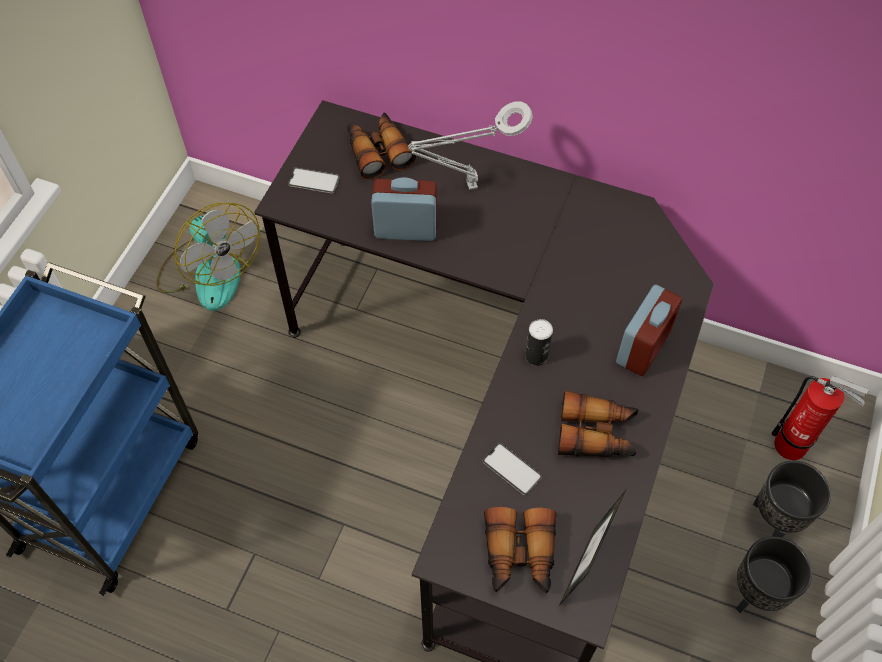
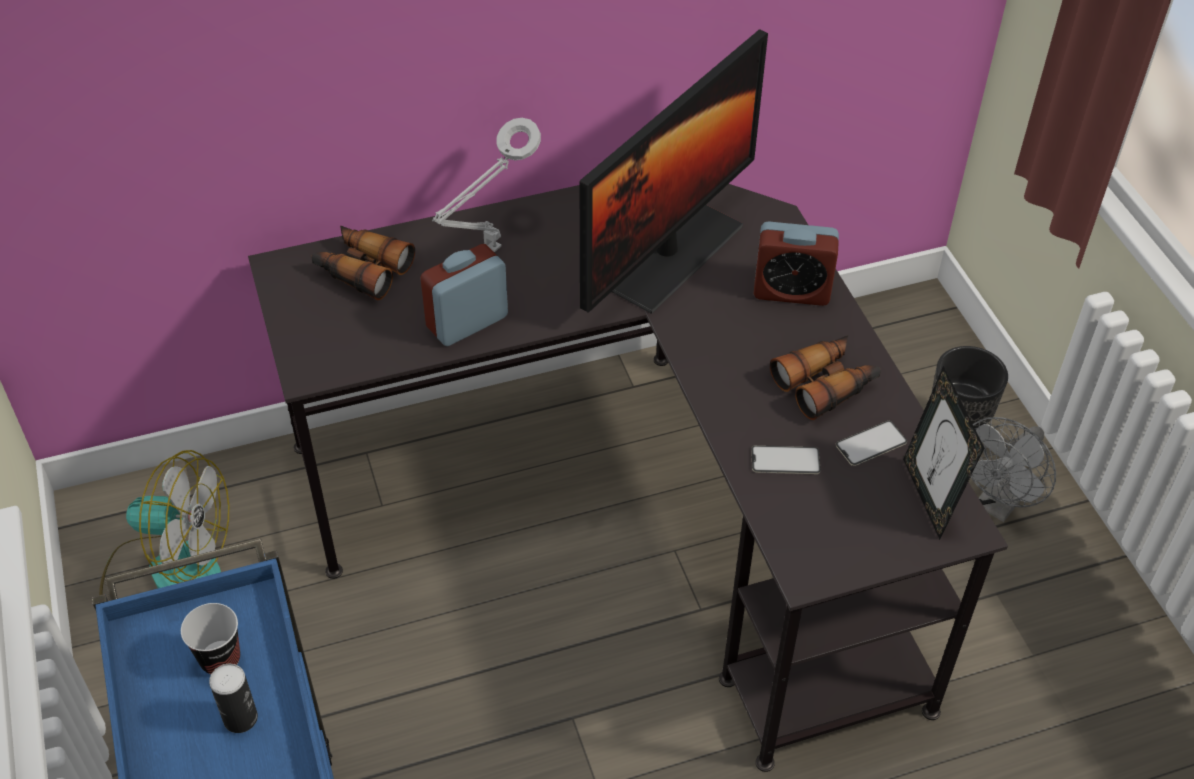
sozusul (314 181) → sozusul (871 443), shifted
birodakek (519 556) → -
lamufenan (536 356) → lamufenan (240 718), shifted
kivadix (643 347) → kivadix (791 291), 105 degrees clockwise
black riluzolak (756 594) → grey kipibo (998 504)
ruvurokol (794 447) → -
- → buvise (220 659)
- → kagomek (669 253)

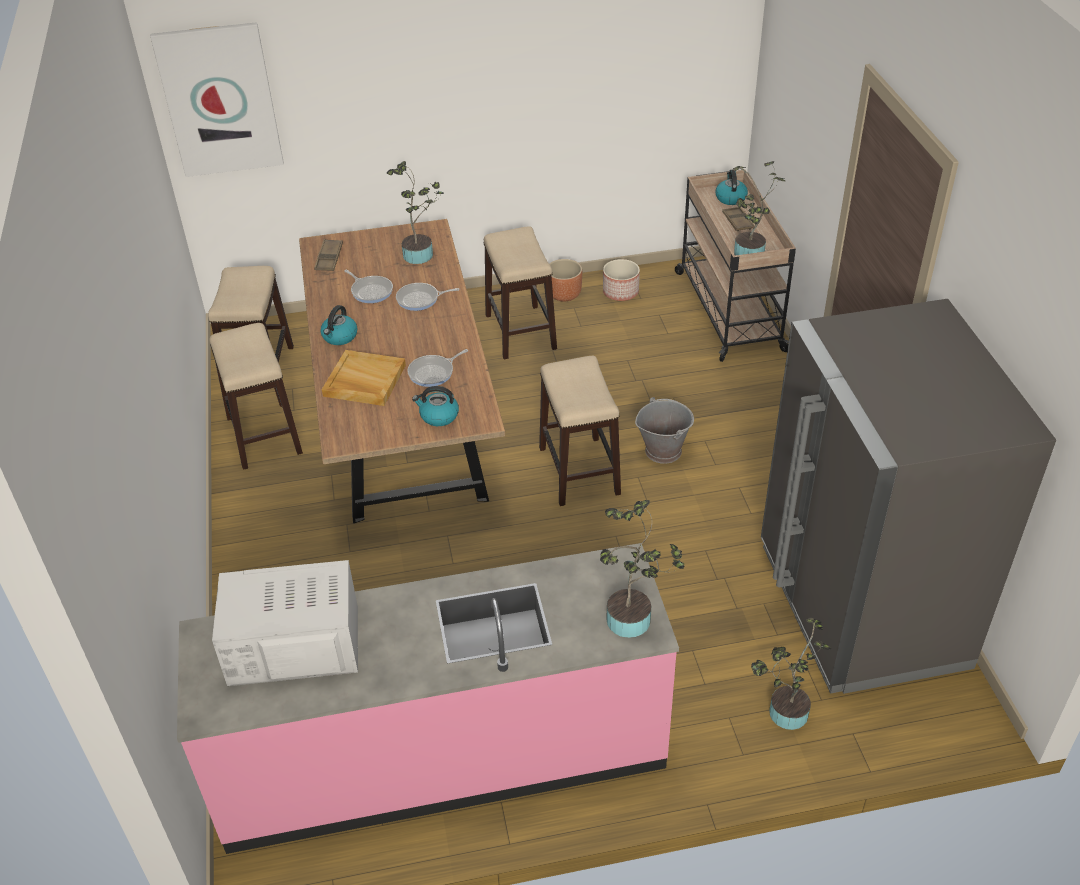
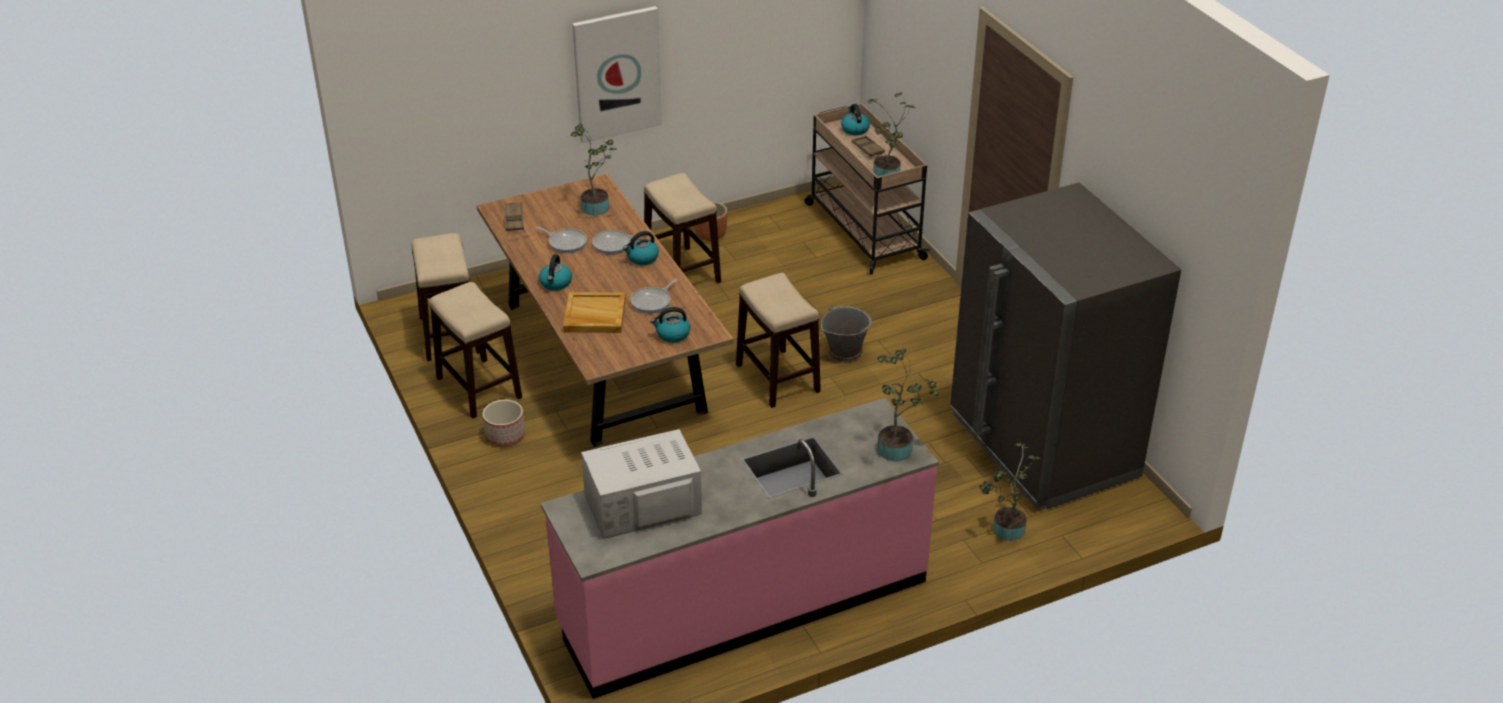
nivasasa (220 100) → nivasasa (617 74), shifted
riluzolak (620 292) → riluzolak (505 435), shifted
- → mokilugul (642 258)

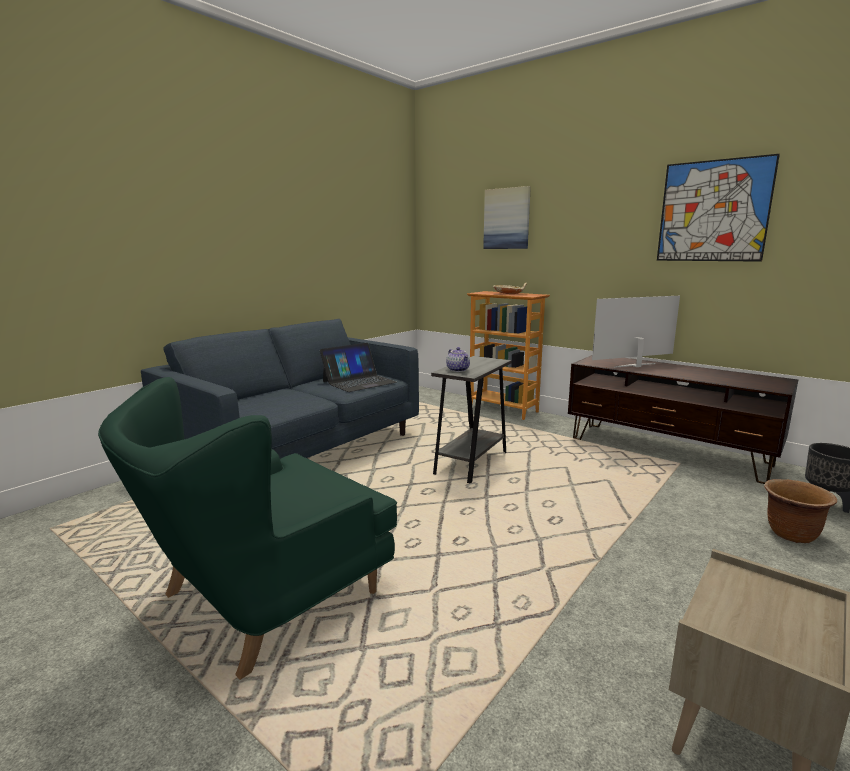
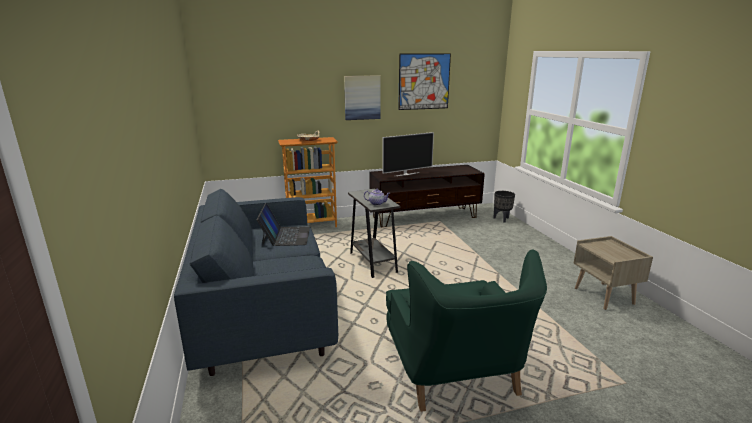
nivasasa (507 219) → nivasasa (362 97), shifted
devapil (635 366) → devapil (406 174), 135 degrees counterclockwise
brown riluzolak (791 534) → -

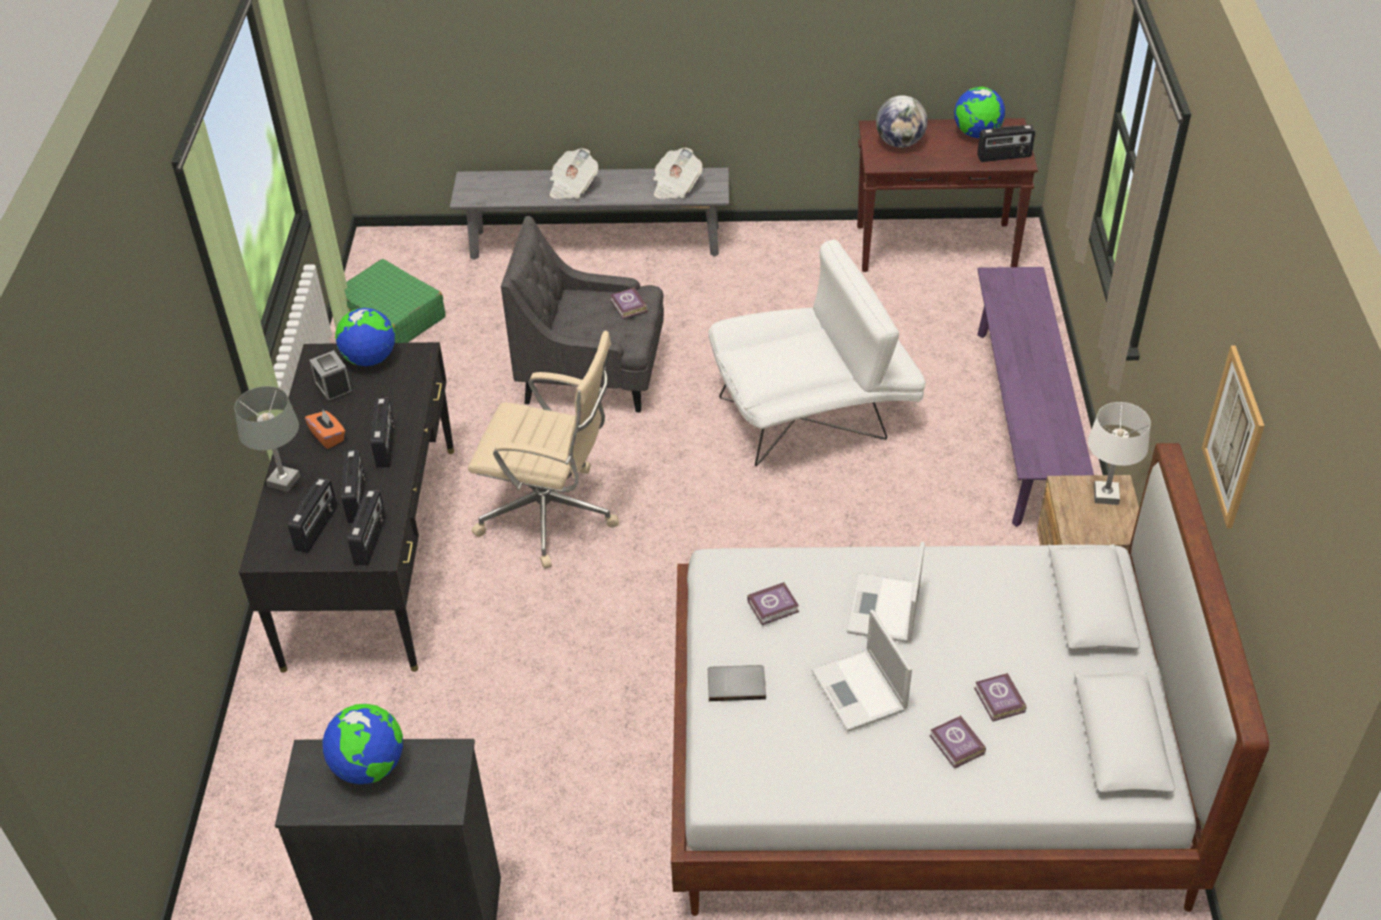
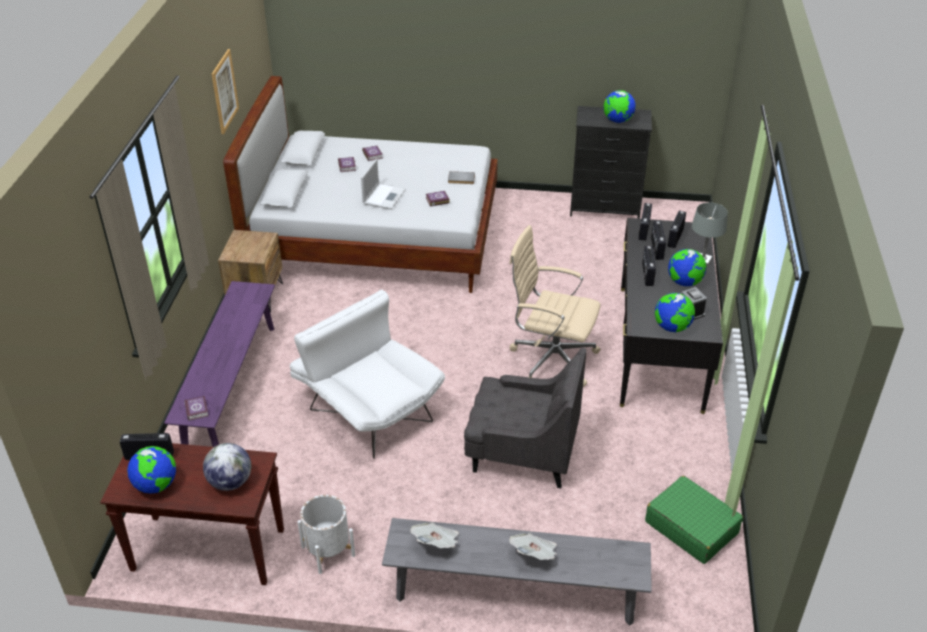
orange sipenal (328 437) → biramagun (684 282)
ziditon (628 306) → ziditon (197 409), shifted
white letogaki (814 412) → white letogaki (367 409), 60 degrees clockwise
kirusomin (860 691) → -
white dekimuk (1106 495) → -
- → white riluzolak (328 551)

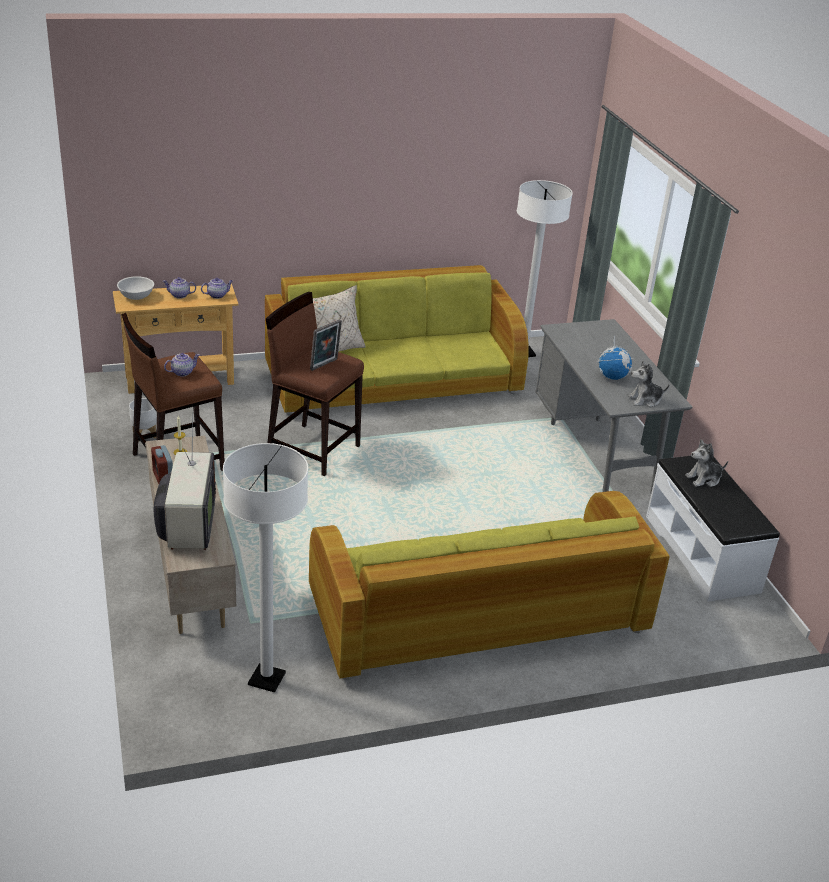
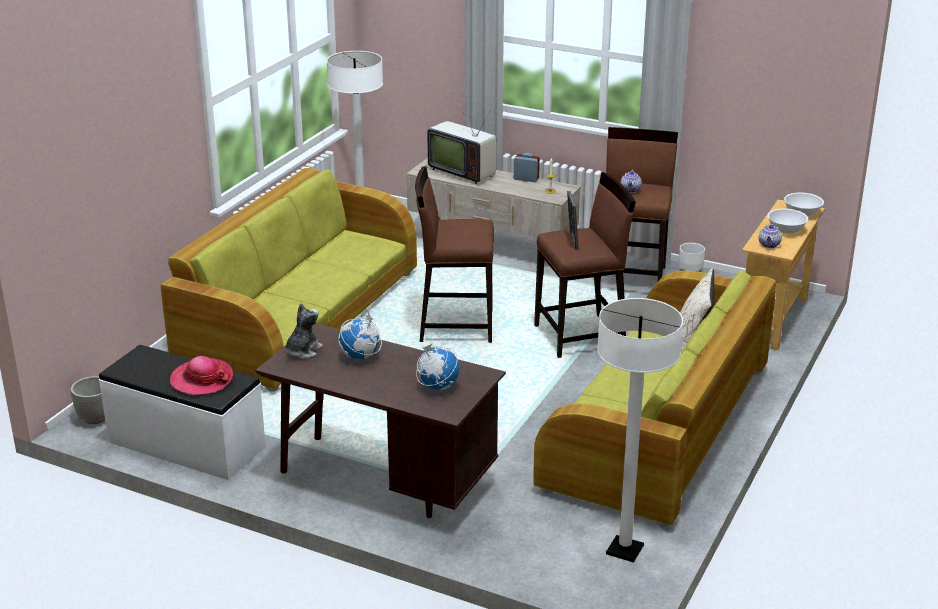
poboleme (179 295) → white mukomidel (785 230)
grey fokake (596 451) → brown fokake (383 480)
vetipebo (704 479) → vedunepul (201 379)
- → riluzolak (96 418)
- → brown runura (455 325)
- → biramagun (438 386)

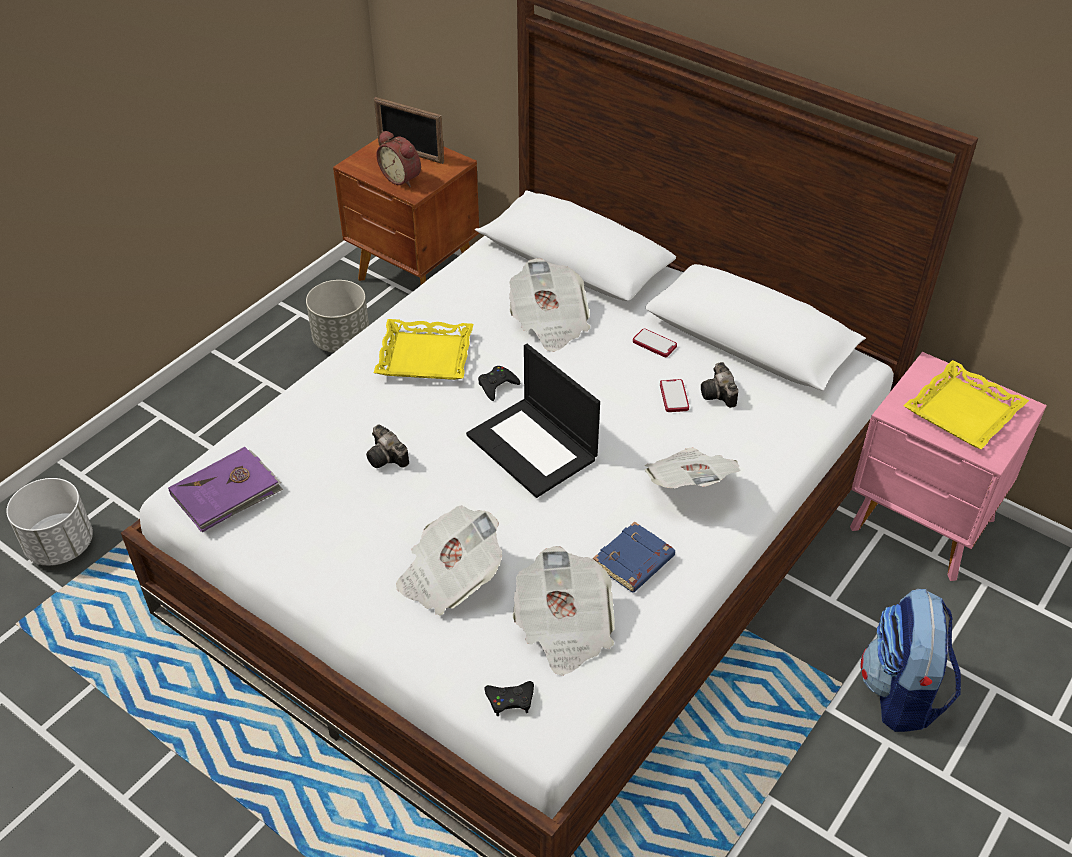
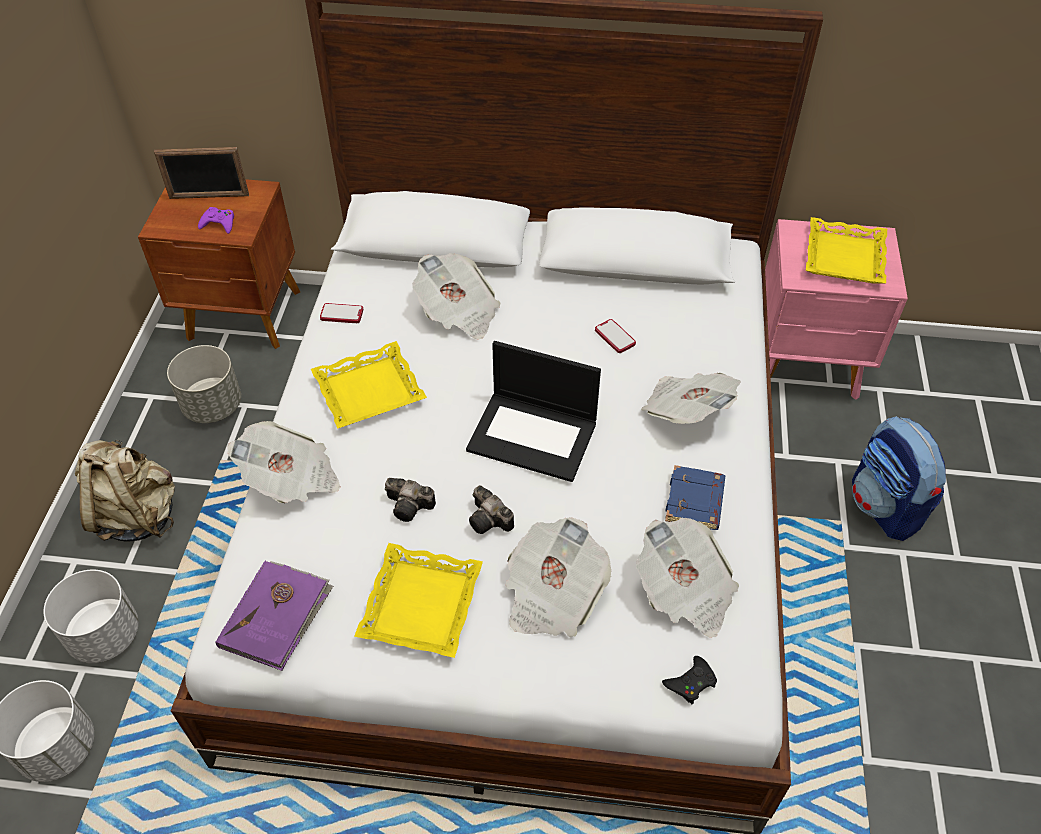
kivadix (402 178) → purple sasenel (219 223)
black sasenel (497 385) → -
sozusul (654 344) → sozusul (342 314), shifted
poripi (719 395) → poripi (490 521), shifted
- → white riluzolak (105 635)
- → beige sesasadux (137 515)
- → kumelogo (291 479)
- → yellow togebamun (422 605)

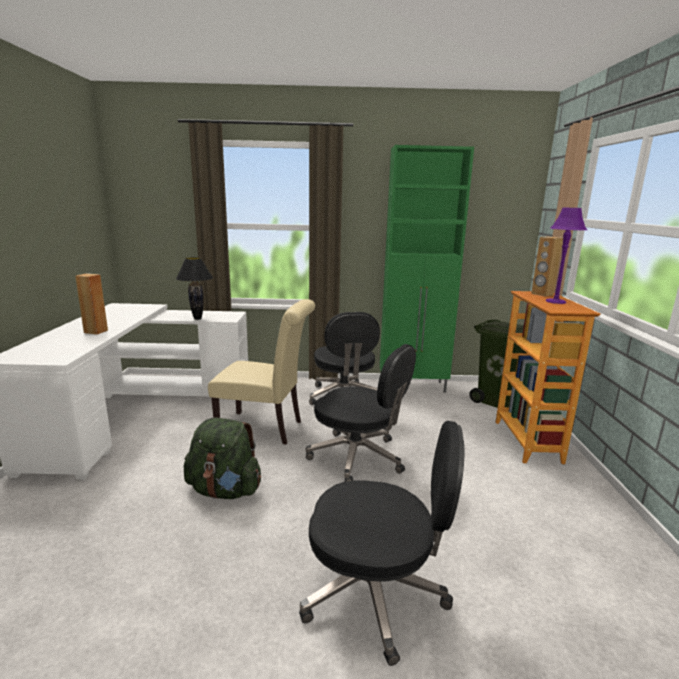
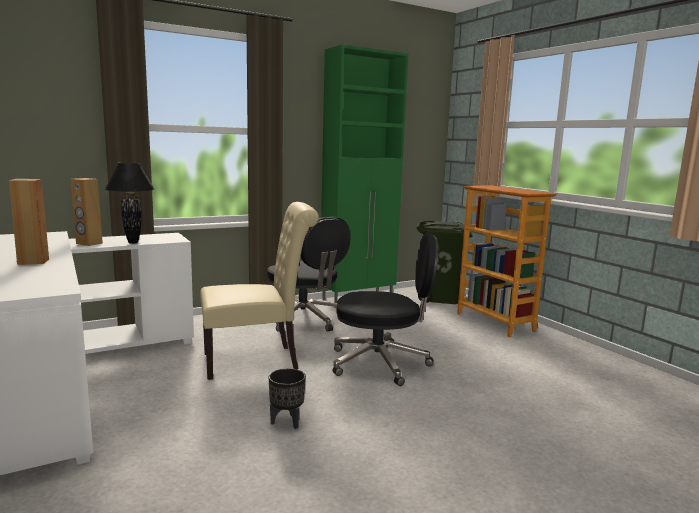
green sesasadux (225 490) → black riluzolak (287 421)
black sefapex (376 593) → -
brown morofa (542 294) → brown morofa (89 243), shifted
purple dekimuk (556 301) → -

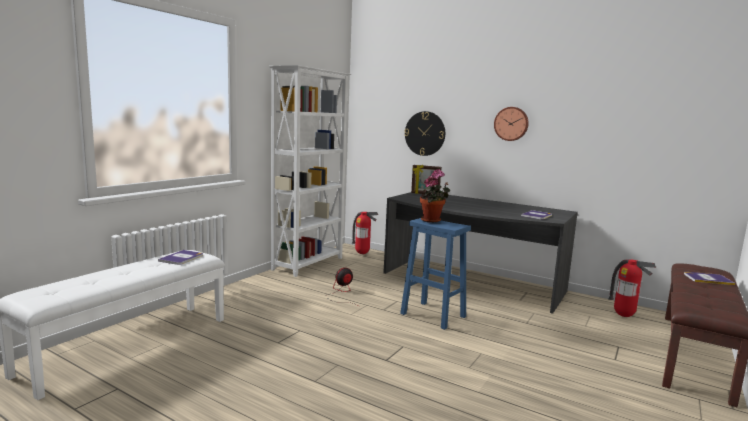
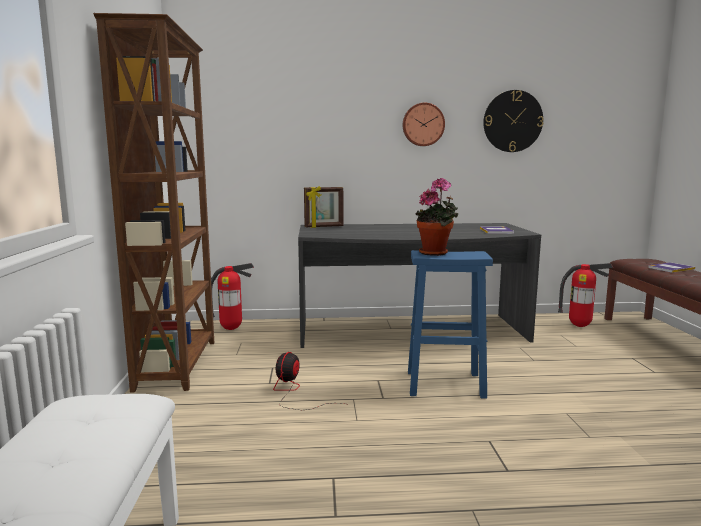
ziditon (181 258) → -
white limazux (309 264) → brown limazux (178 364)
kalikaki (425 133) → kalikaki (512 121), shifted

